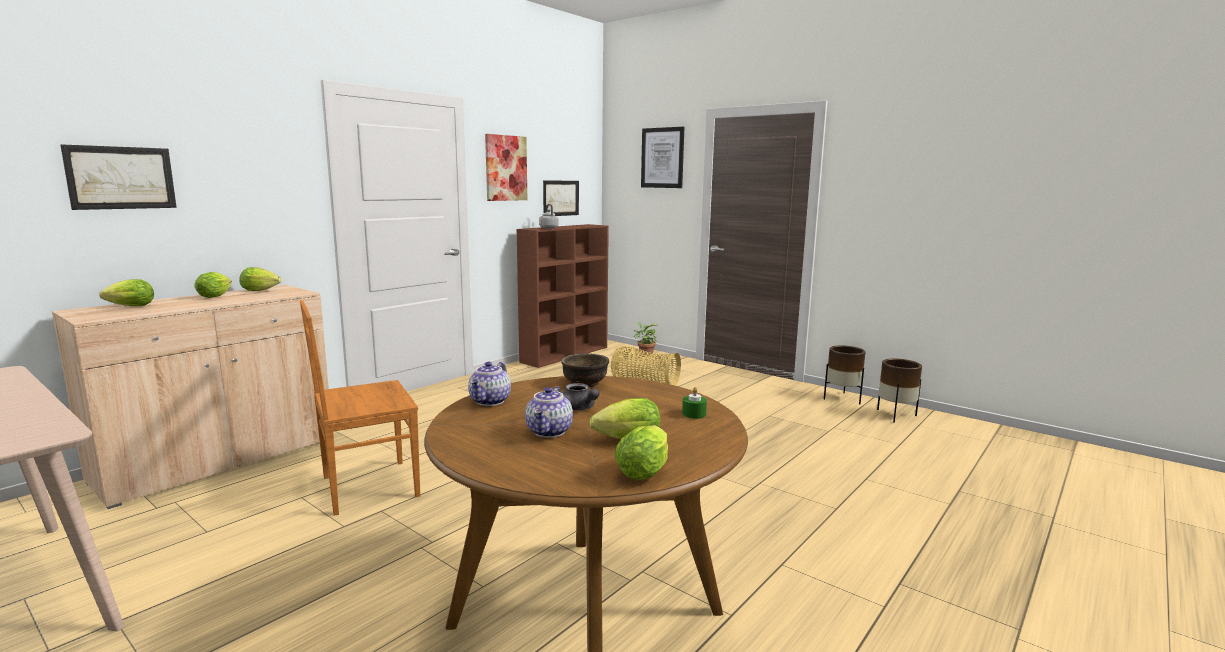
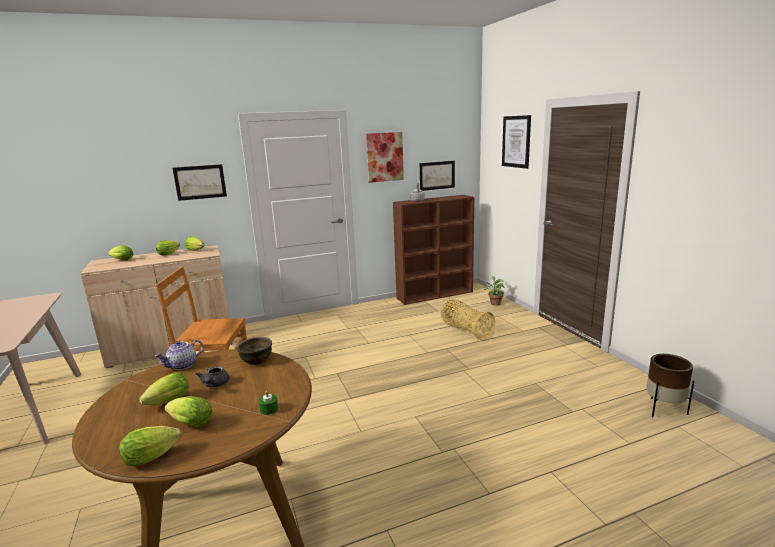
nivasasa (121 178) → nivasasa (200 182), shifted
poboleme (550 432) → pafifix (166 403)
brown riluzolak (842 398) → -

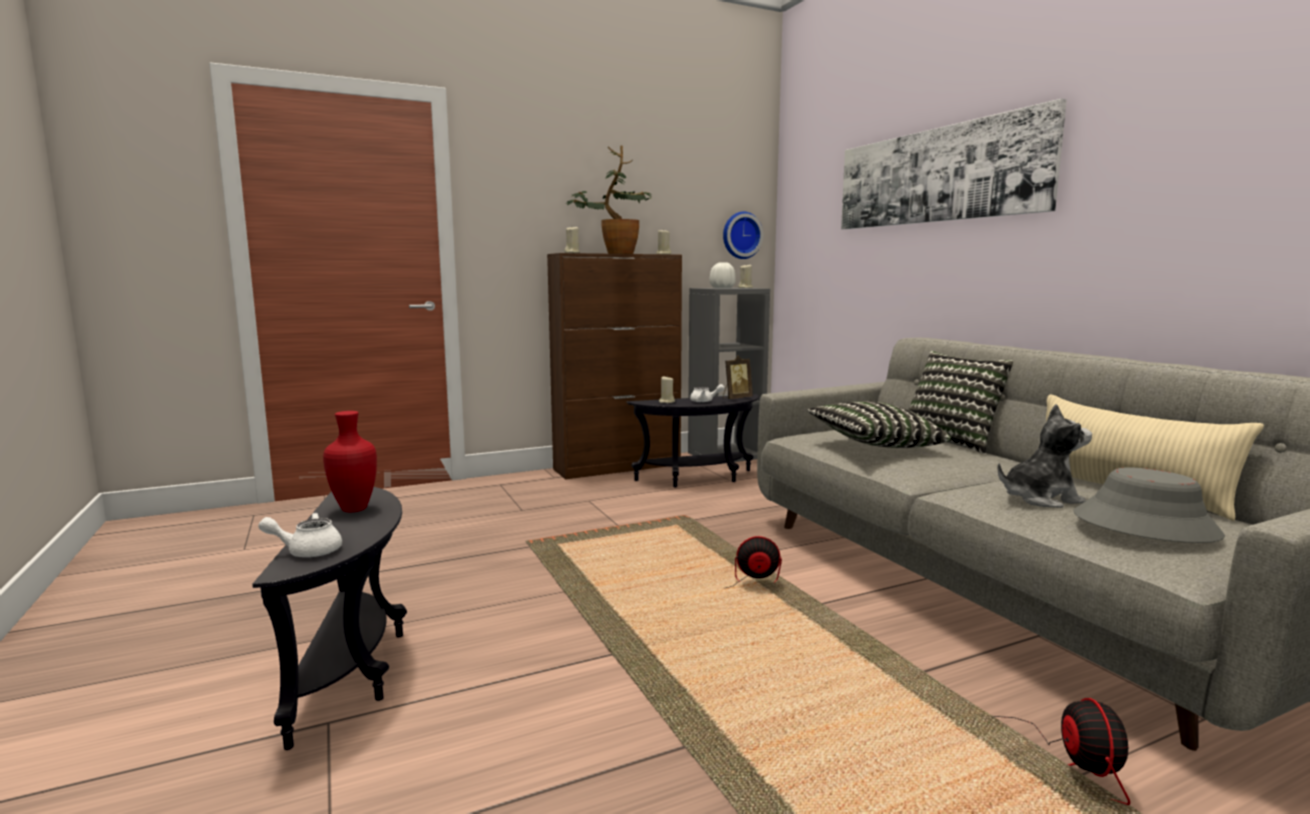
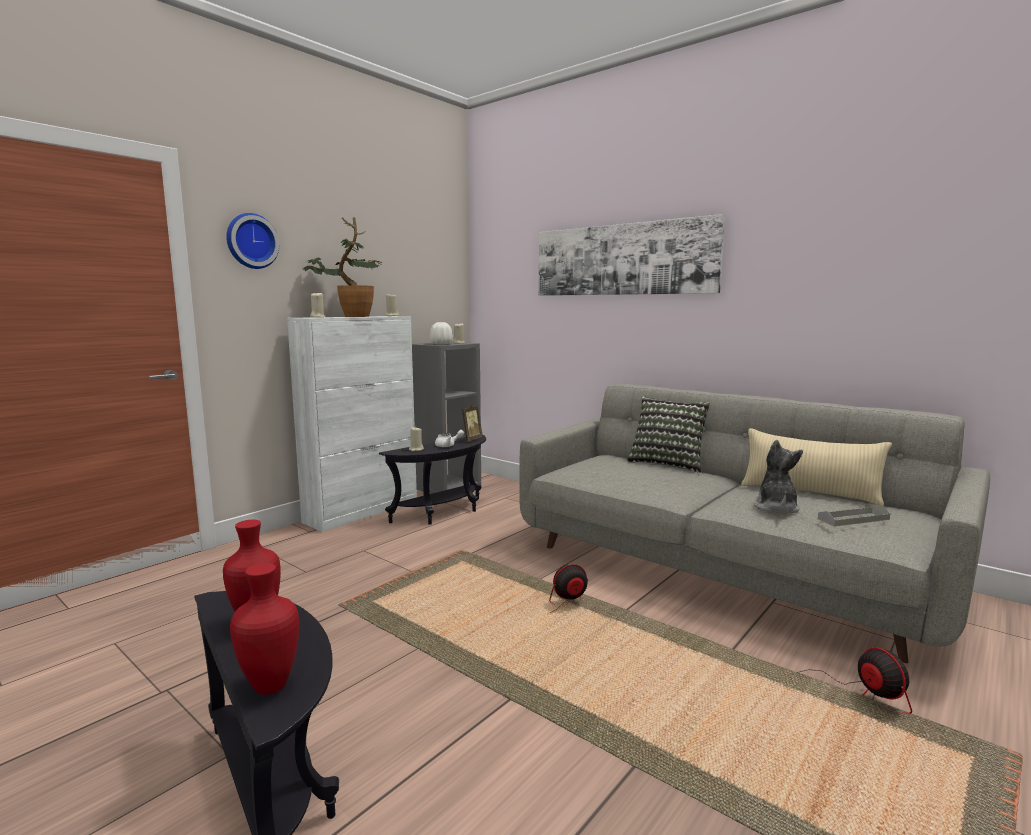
white poboleme (307 551) → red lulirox (269 688)
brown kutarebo (618 467) → white kutarebo (363 511)
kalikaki (741 235) → kalikaki (251 241), shifted
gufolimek (874 445) → -
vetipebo (1040 498) → vetipebo (775 507), 45 degrees counterclockwise
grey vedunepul (1145 525) → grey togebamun (853 519)

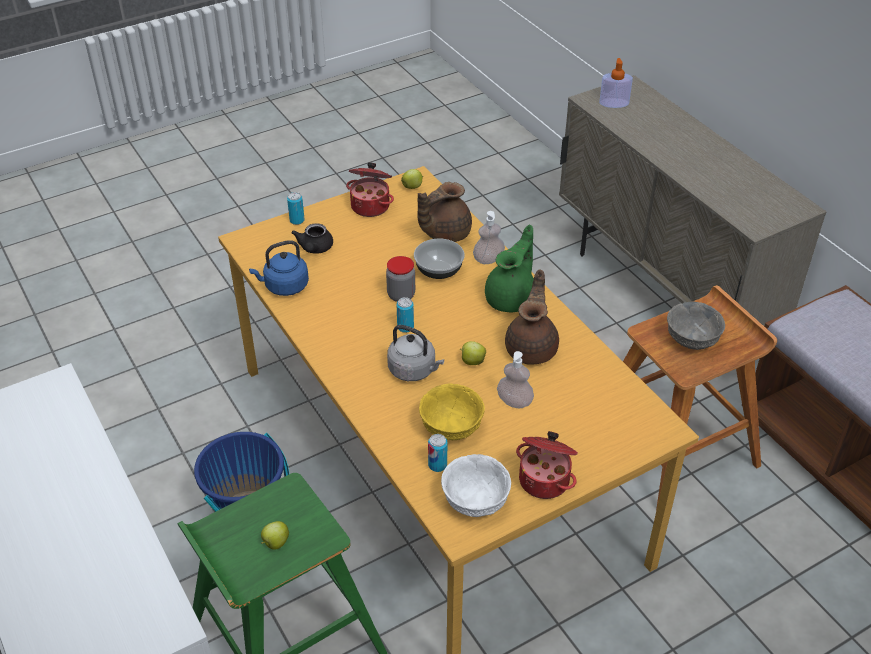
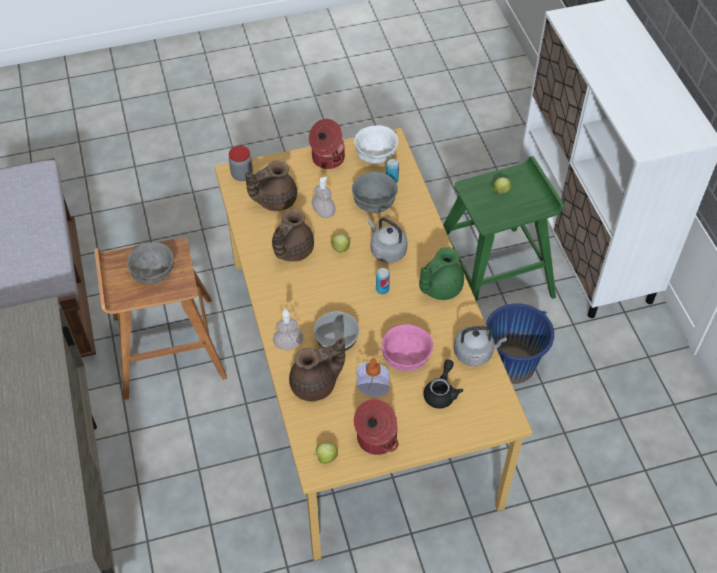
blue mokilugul (284 286) → grey mokilugul (475 353)
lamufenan (297 220) → -
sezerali (401 295) → sezerali (242 175), shifted
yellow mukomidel (450 427) → grey mukomidel (375 203)
green poboleme (512 298) → green poboleme (439 287), shifted
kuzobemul (614 103) → kuzobemul (372 388), shifted
- → brown poboleme (274 200)
- → pink mukomidel (405 358)

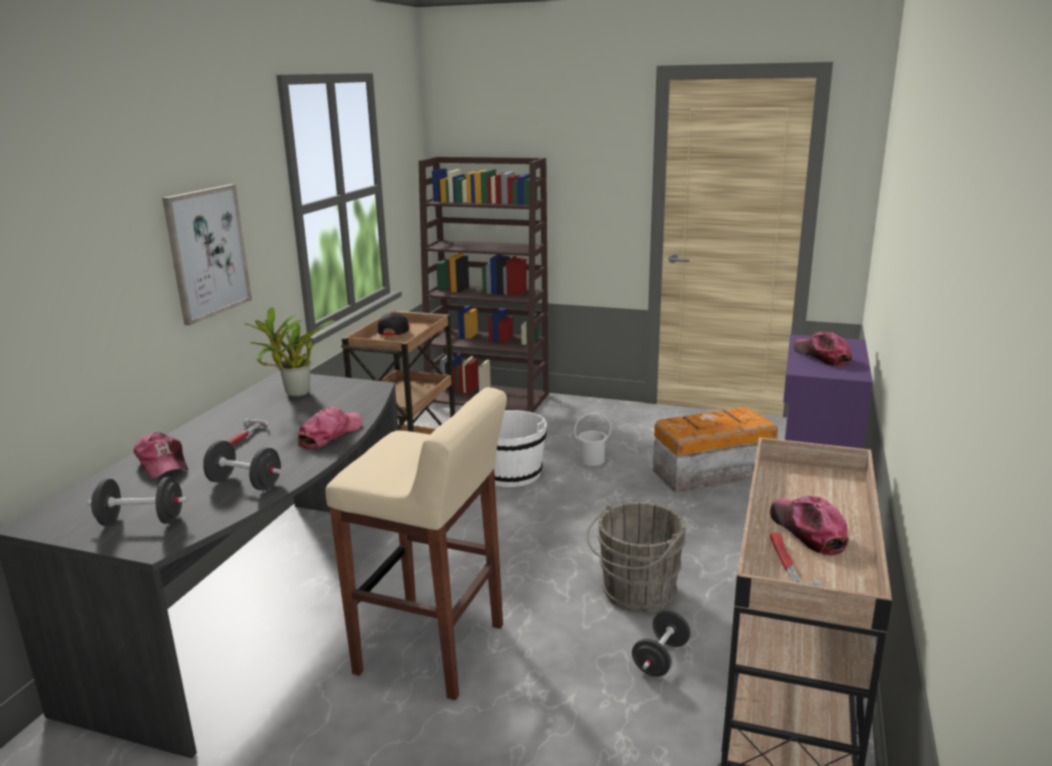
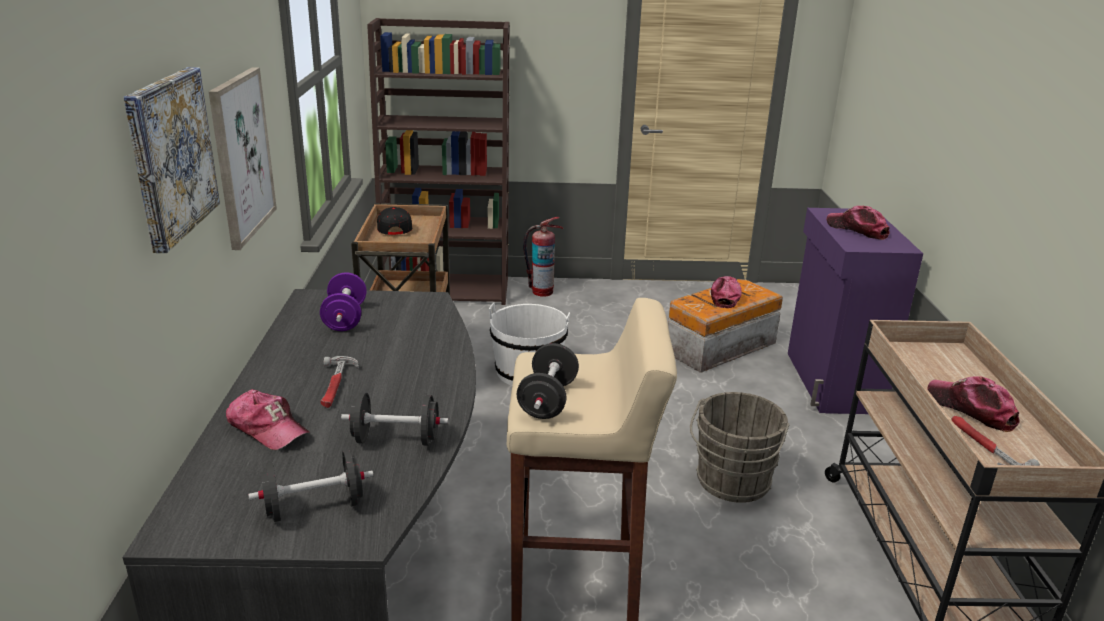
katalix (294 394) → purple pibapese (345 318)
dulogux (330 434) → dulogux (724 297), shifted
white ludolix (592 460) → -
black pibapese (660 659) → black pibapese (547 400), shifted
- → nivasasa (170 156)
- → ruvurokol (542 292)

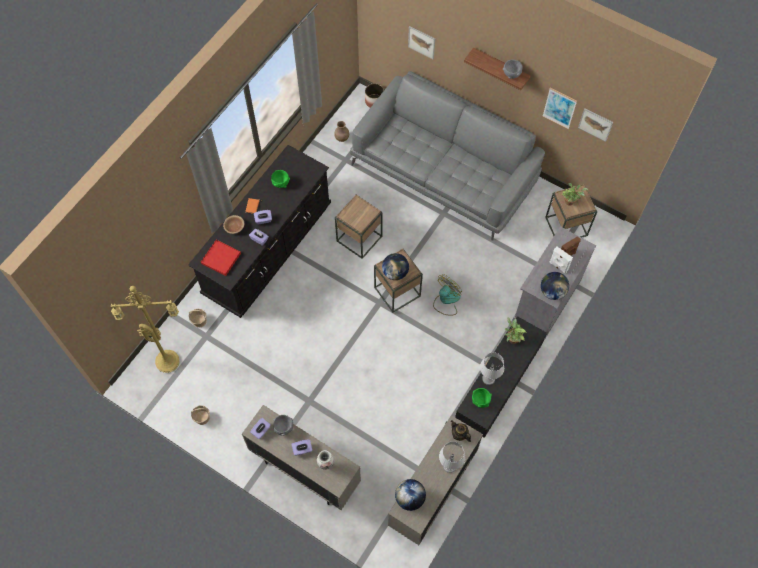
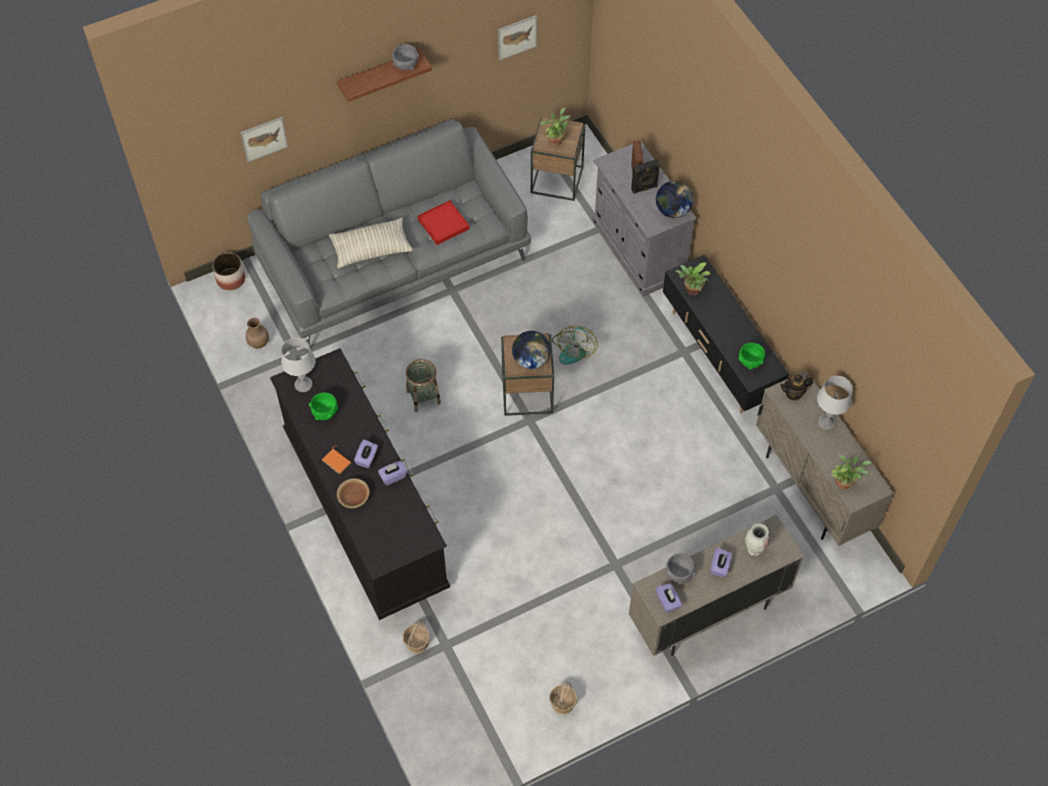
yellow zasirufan (168 360) → -
red togebamun (221 258) → red togebamun (443 224), shifted
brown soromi (359 238) → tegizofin (423 397)
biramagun (410 498) → katalix (844 482)
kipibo (446 300) → kipibo (573 348), 150 degrees counterclockwise
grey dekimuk (488 379) → grey dekimuk (303 385), shifted
nivasasa (559 108) → -
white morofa (558 266) → black morofa (644 188)
- → gufolimek (371 249)

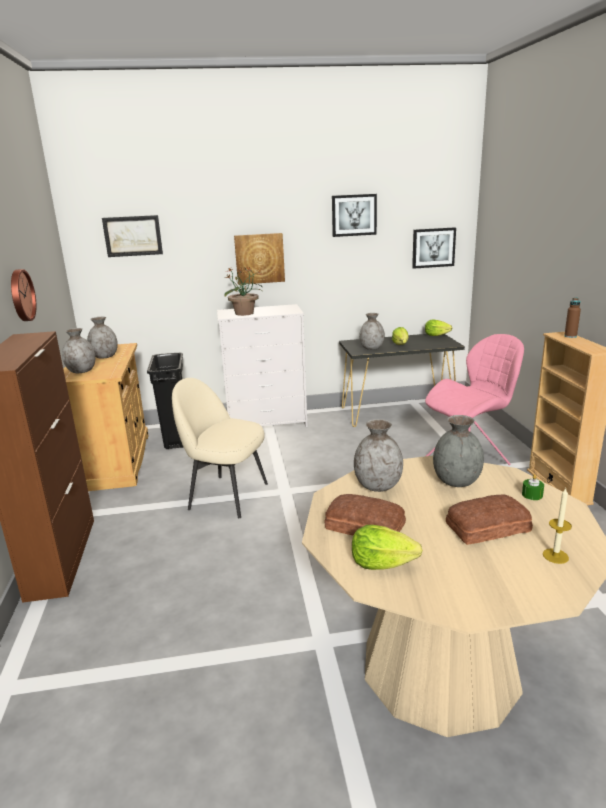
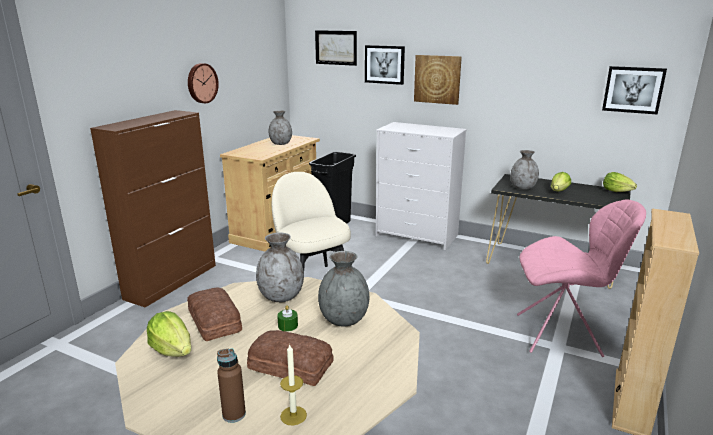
grey lulirox (81 371) → -
katalix (245 313) → -
nivasasa (354 215) → nivasasa (384 64), shifted
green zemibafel (532 495) → green zemibafel (288 325), shifted
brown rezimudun (570 336) → brown rezimudun (234 414), shifted

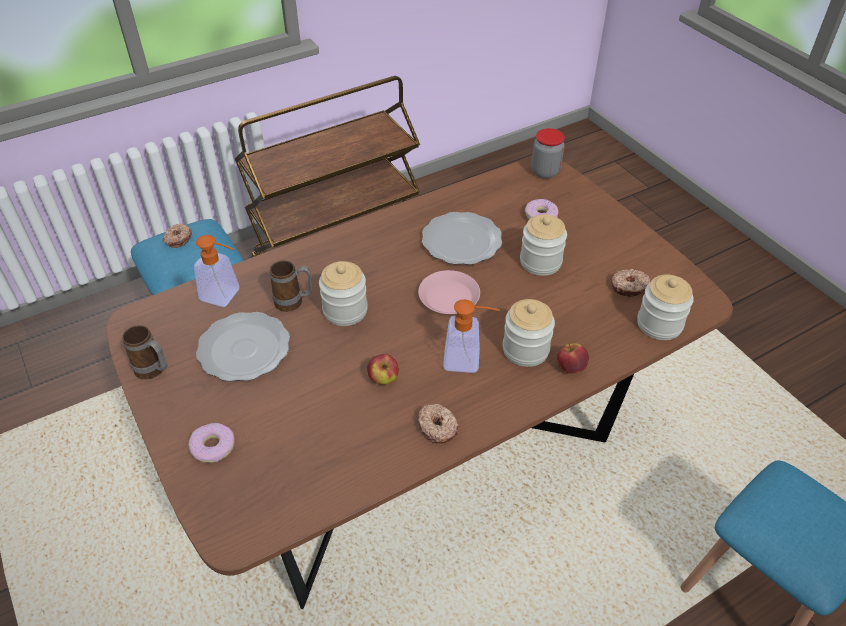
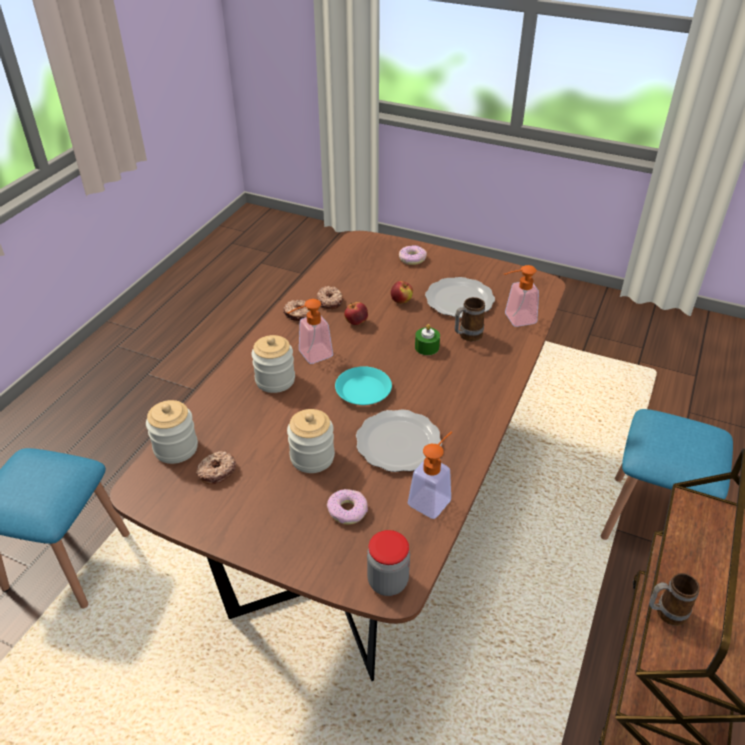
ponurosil (154 371) → ponurosil (665 613), shifted
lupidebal (178 239) → lupidebal (330 301), shifted
sezerali (345 310) → green zemibafel (427 347)
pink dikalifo (449 297) → turquoise dikalifo (363 390)
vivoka (570 368) → vivoka (401 301), shifted
- → kuzobemul (433 498)

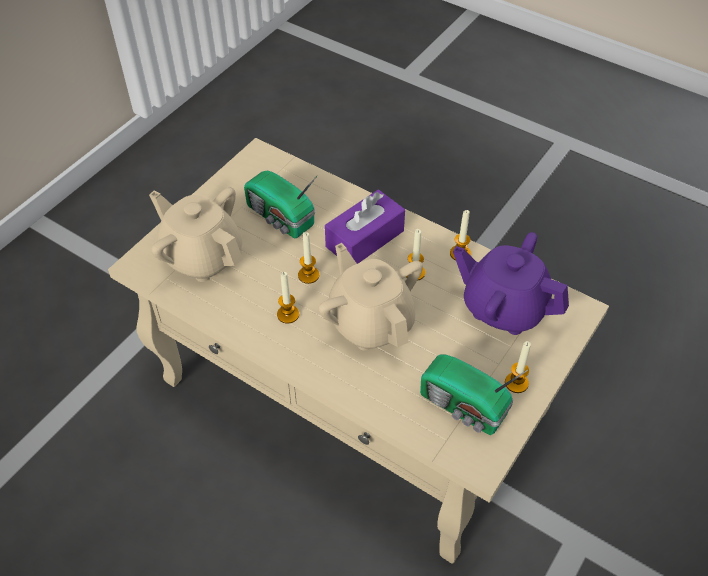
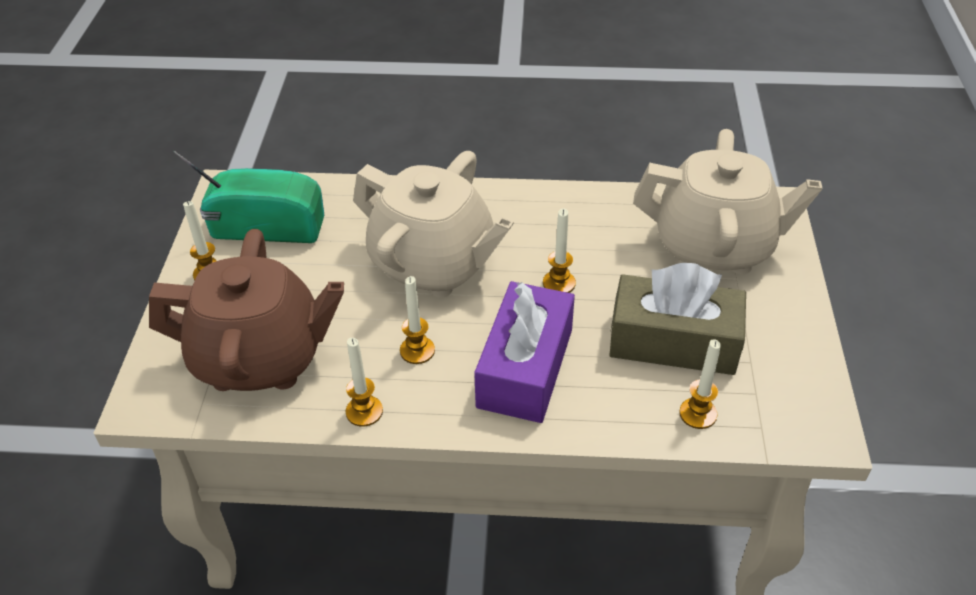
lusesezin (280 218) → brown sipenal (673 342)
zemibafel (288 314) → zemibafel (698 414), shifted
purple poboleme (503 308) → brown poboleme (260 358)

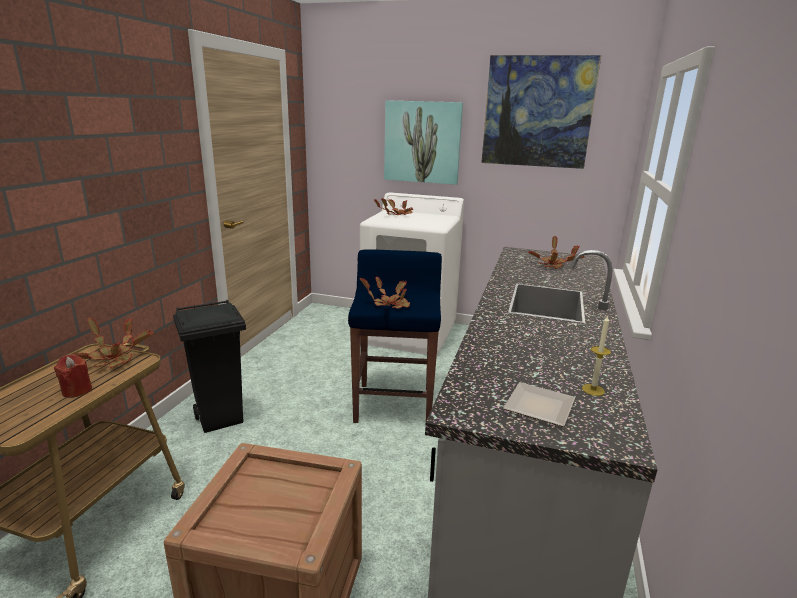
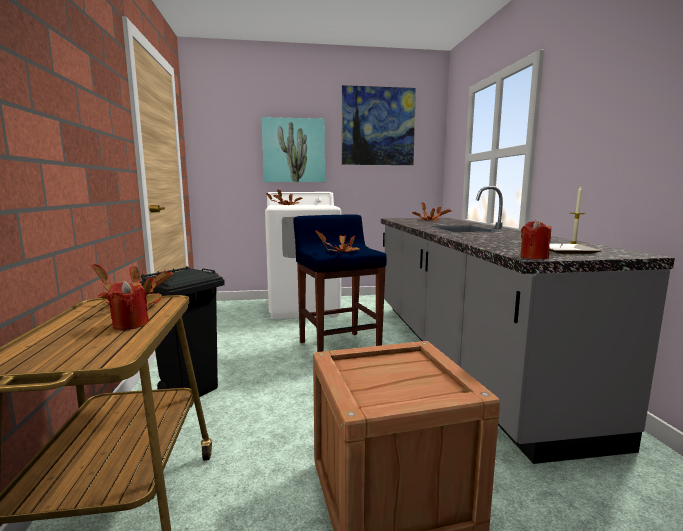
- → red zemibafel (534 257)

